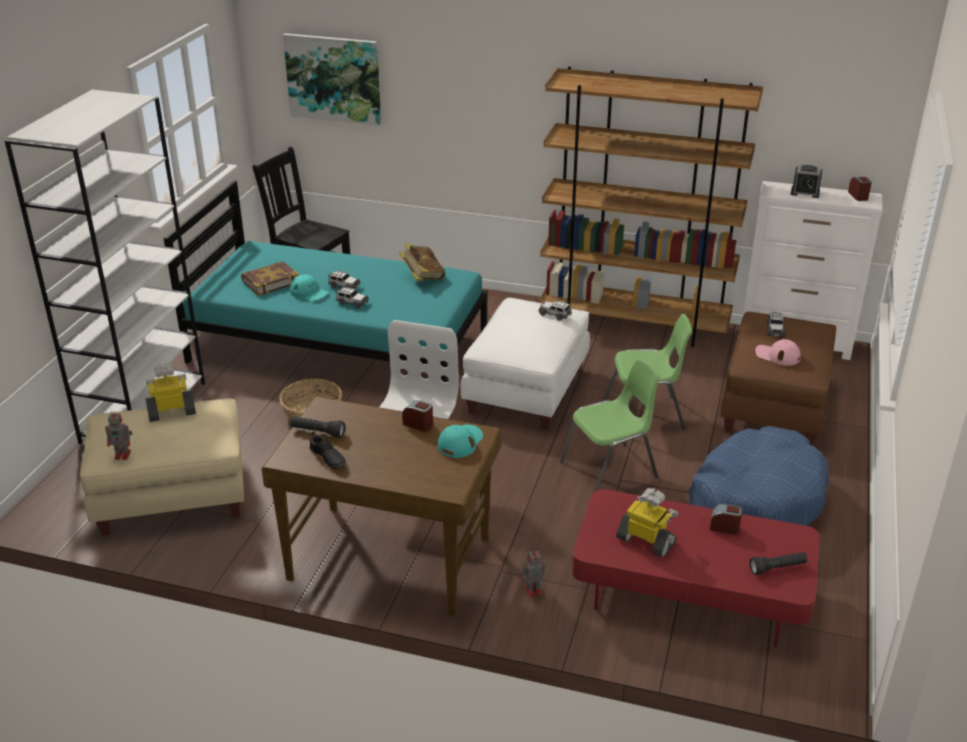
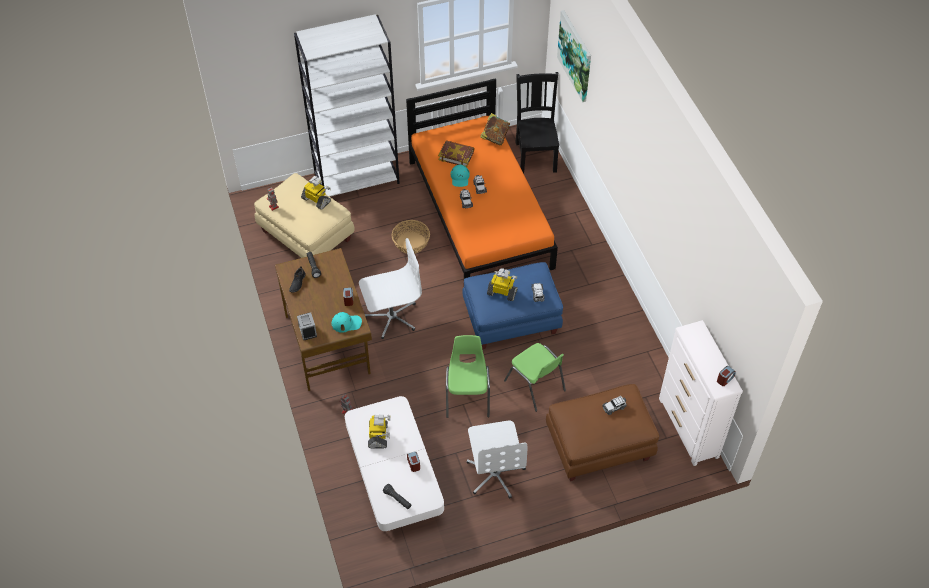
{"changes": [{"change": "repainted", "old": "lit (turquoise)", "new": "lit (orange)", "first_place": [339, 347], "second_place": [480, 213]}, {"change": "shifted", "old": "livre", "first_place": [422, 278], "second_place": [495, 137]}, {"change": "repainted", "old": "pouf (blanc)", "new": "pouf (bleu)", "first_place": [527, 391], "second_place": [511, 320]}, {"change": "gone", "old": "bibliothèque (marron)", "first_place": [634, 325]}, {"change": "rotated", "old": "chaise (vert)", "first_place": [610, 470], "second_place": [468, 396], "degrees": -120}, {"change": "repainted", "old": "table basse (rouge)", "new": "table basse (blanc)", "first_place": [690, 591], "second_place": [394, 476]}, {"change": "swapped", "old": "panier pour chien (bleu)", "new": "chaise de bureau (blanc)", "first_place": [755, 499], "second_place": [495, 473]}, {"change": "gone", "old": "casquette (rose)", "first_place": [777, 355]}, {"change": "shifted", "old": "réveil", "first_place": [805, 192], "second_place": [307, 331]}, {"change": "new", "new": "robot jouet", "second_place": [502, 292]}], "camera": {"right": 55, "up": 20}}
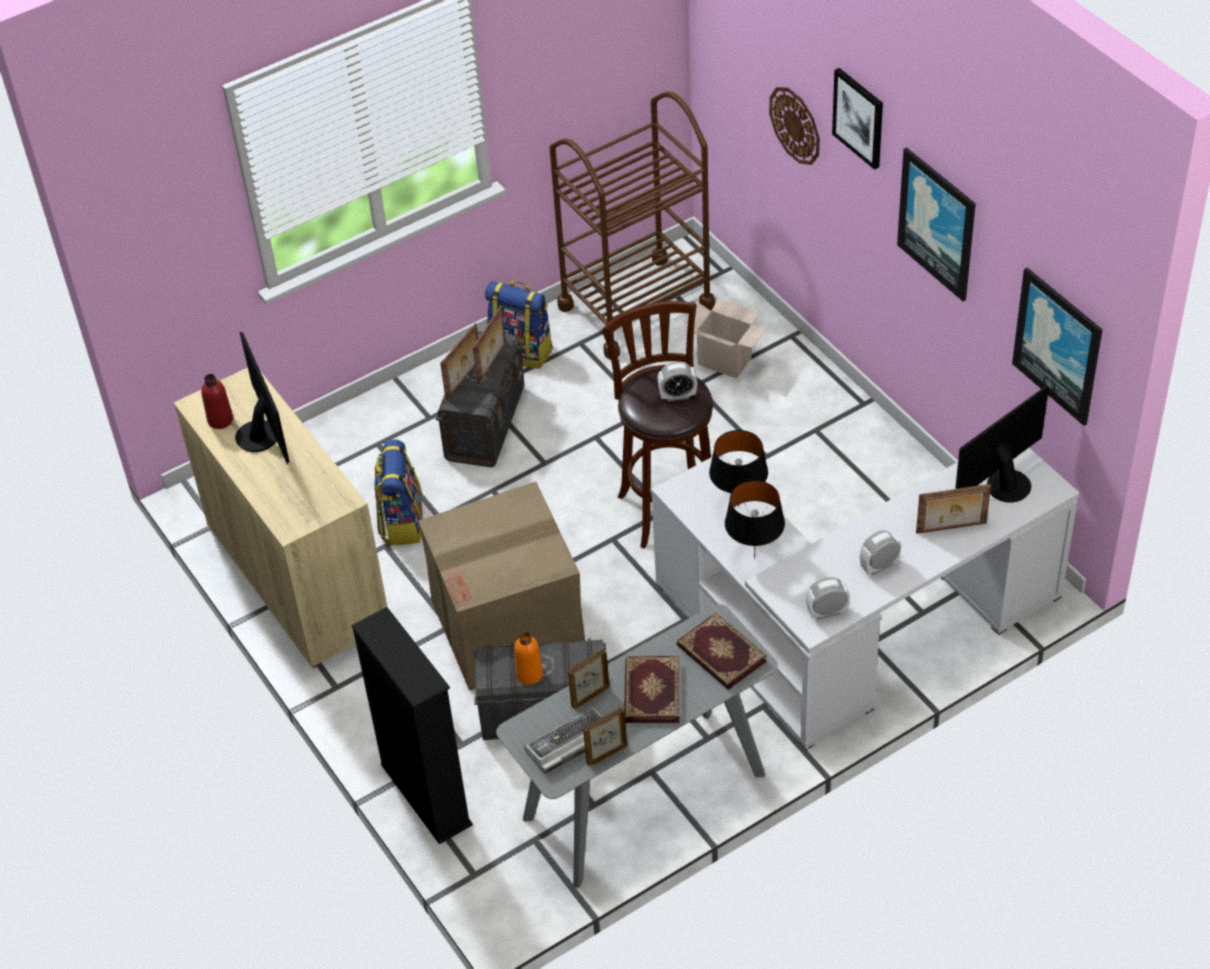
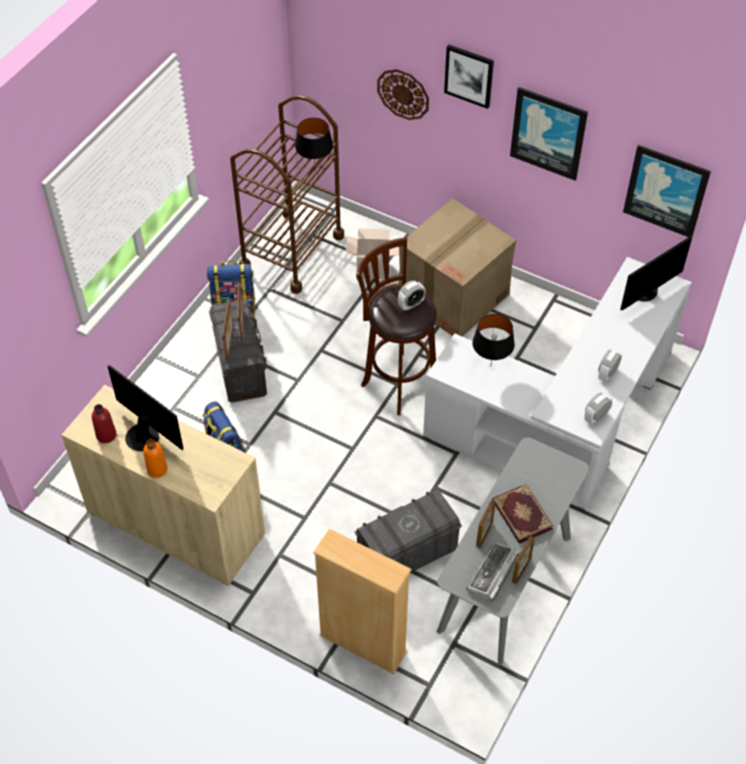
{"changes": [{"change": "repainted", "old": "bibliothèque (noir)", "new": "bibliothèque (beige)", "first_place": [426, 795], "second_place": [363, 643]}, {"change": "shifted", "old": "carton", "first_place": [509, 625], "second_place": [454, 296]}, {"change": "shifted", "old": "bouteille (orange)", "first_place": [529, 674], "second_place": [157, 469]}, {"change": "gone", "old": "livre", "first_place": [720, 654]}, {"change": "shifted", "old": "lampe de table (noir)", "first_place": [754, 557], "second_place": [315, 170]}, {"change": "gone", "old": "cadre photo", "first_place": [951, 529]}, {"change": "rotated", "old": "écran d'ordinateur", "first_place": [1004, 483], "second_place": [645, 292], "degrees": -150}], "camera": {"right": -30, "up": 5}}
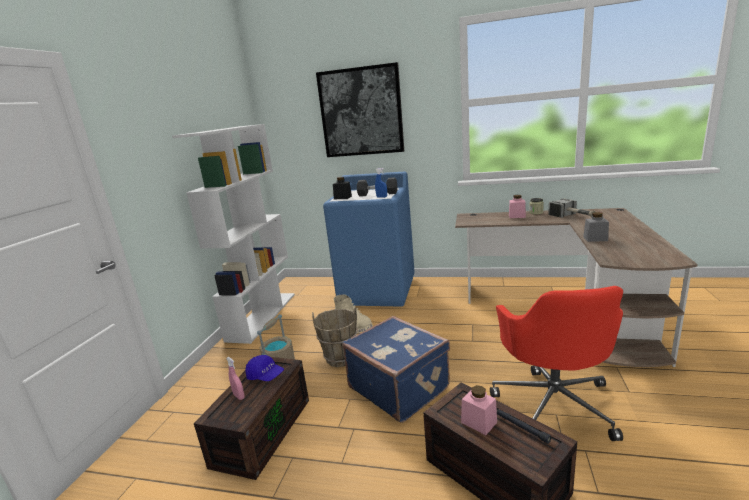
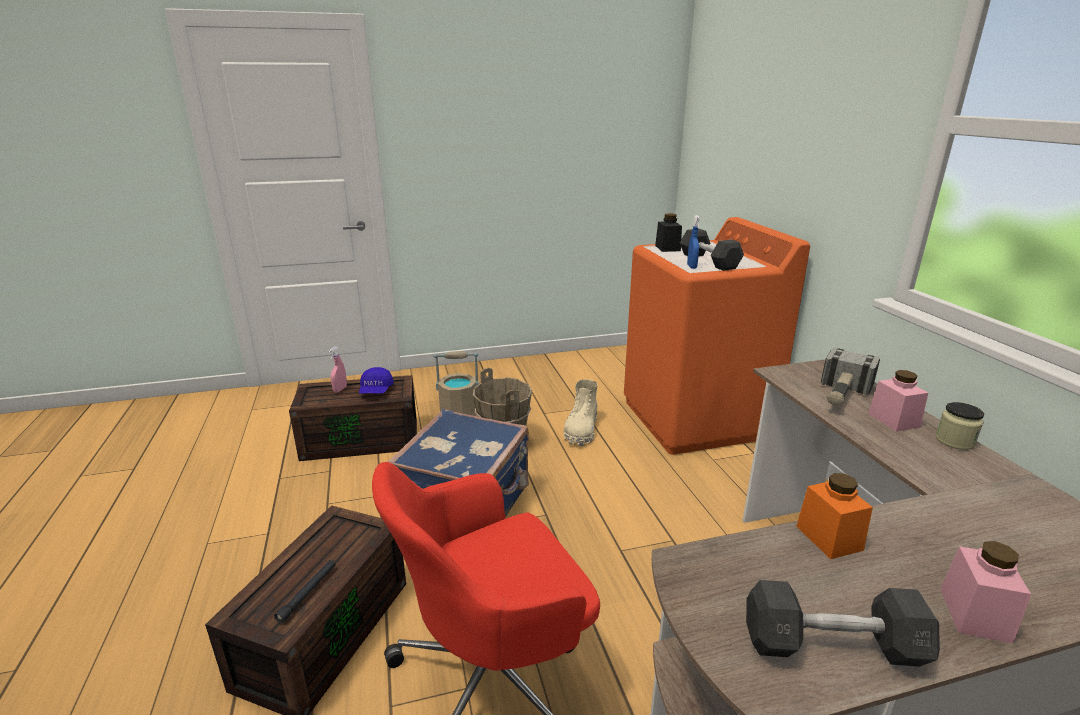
{"changes": [{"change": "gone", "old": "bibliothèque (blanc)", "first_place": [262, 316]}, {"change": "gone", "old": "tableau", "first_place": [361, 112]}, {"change": "repainted", "old": "lave-linge (bleu)", "new": "lave-linge (orange)", "first_place": [378, 291], "second_place": [695, 419]}, {"change": "shifted", "old": "bocal (rose)", "first_place": [479, 422], "second_place": [974, 615]}, {"change": "shifted", "old": "marteau", "first_place": [573, 217], "second_place": [841, 394]}, {"change": "repainted", "old": "bocal (gris)", "new": "bocal (orange)", "first_place": [595, 239], "second_place": [829, 538]}, {"change": "new", "new": "haltère (gris)", "second_place": [832, 645]}], "camera": {"right": 60, "up": 5}}
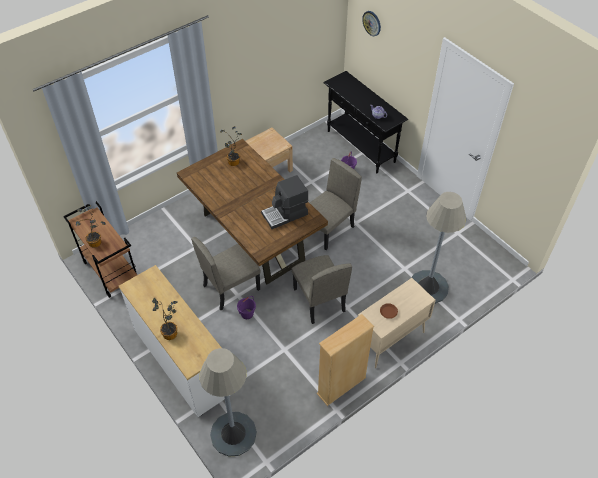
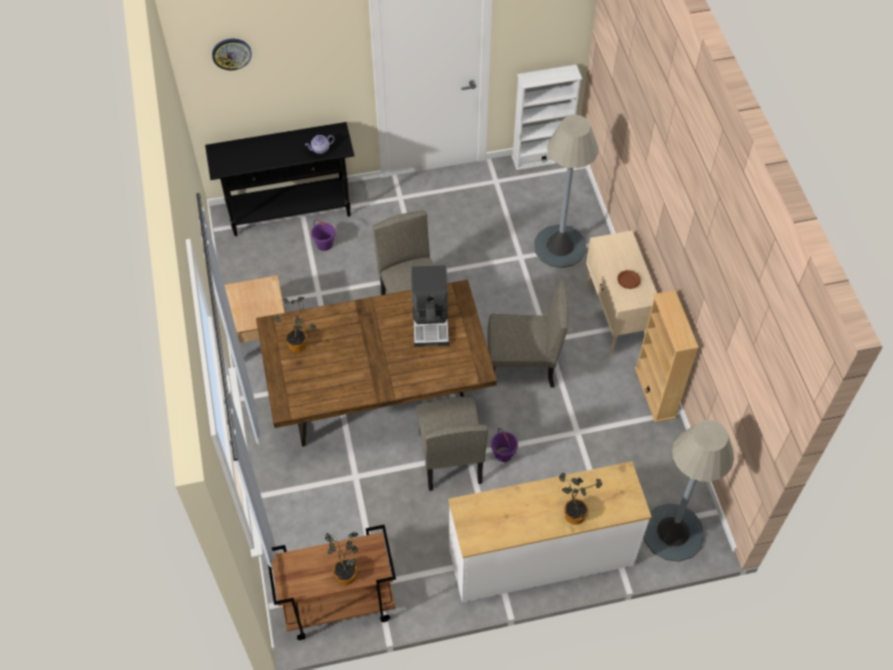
{"changes": [{"change": "new", "new": "bibliothèque (blanc)", "second_place": [541, 158]}], "camera": {"right": -65, "up": 5}}
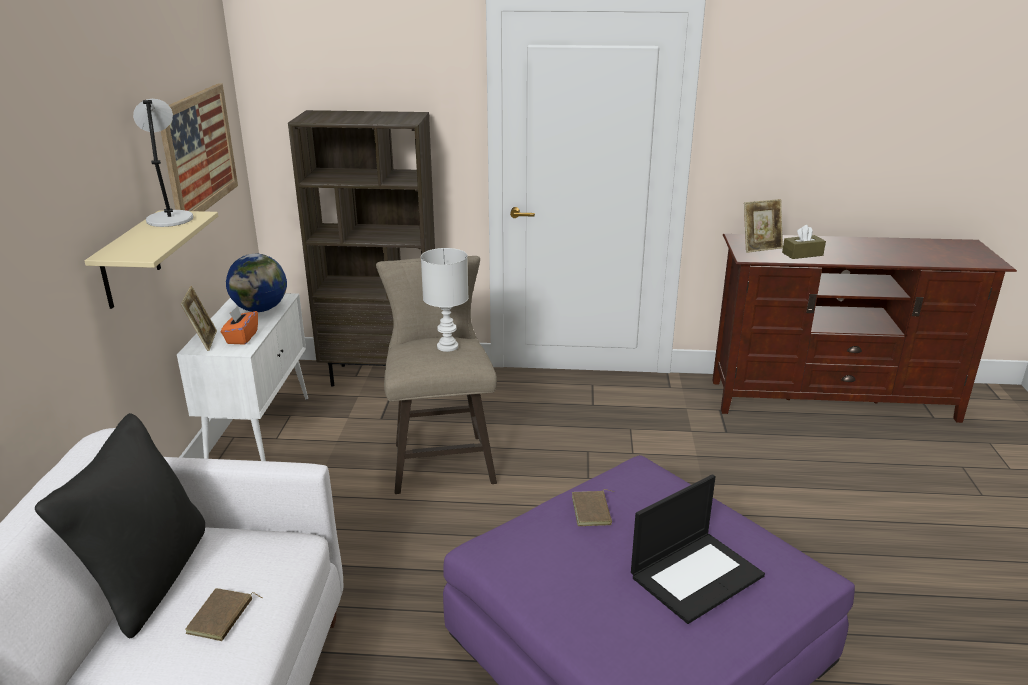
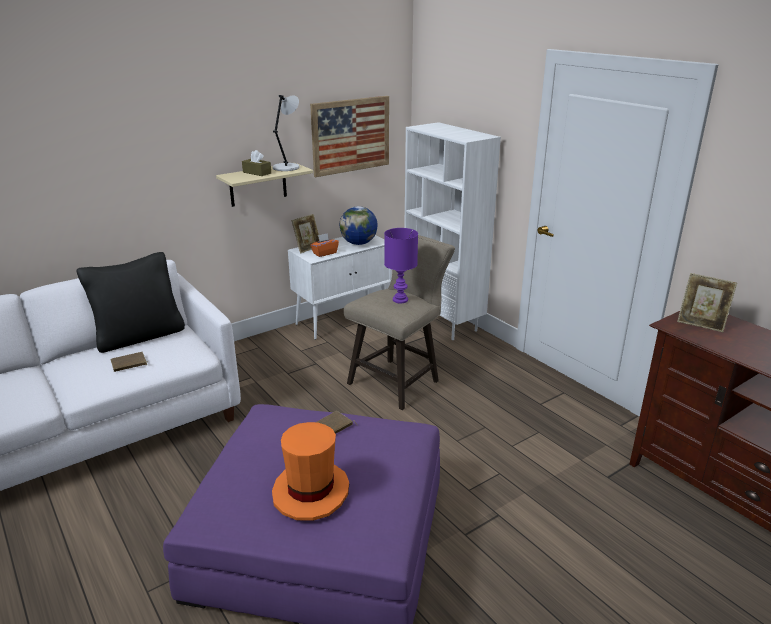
{"changes": [{"change": "repainted", "old": "bibliothèque (marron)", "new": "bibliothèque (blanc)", "first_place": [382, 376], "second_place": [444, 322]}, {"change": "repainted", "old": "lampe de table (blanc)", "new": "lampe de table (violet)", "first_place": [448, 347], "second_place": [400, 300]}, {"change": "swapped", "old": "ordinateur portable", "new": "chapeau (orange)", "first_place": [696, 575], "second_place": [311, 492]}, {"change": "shifted", "old": "boîte à mouchoirs (marron)", "first_place": [802, 254], "second_place": [257, 173]}], "camera": {"right": 50, "up": 0}}
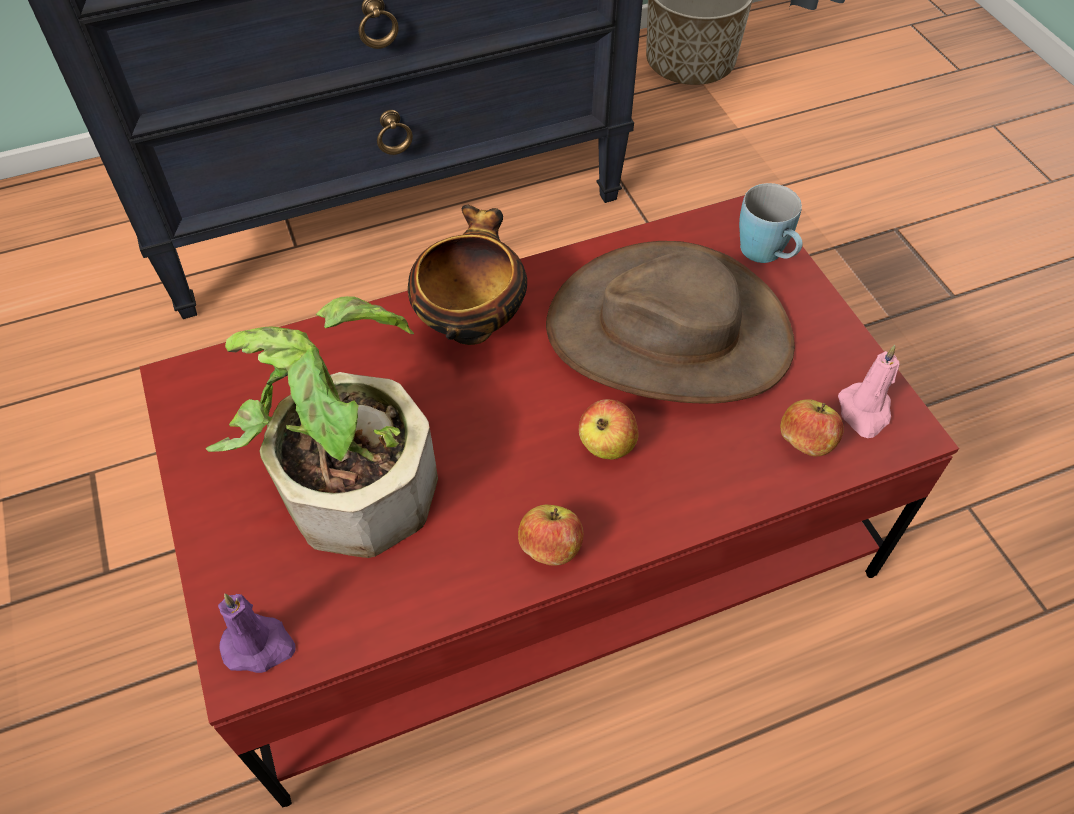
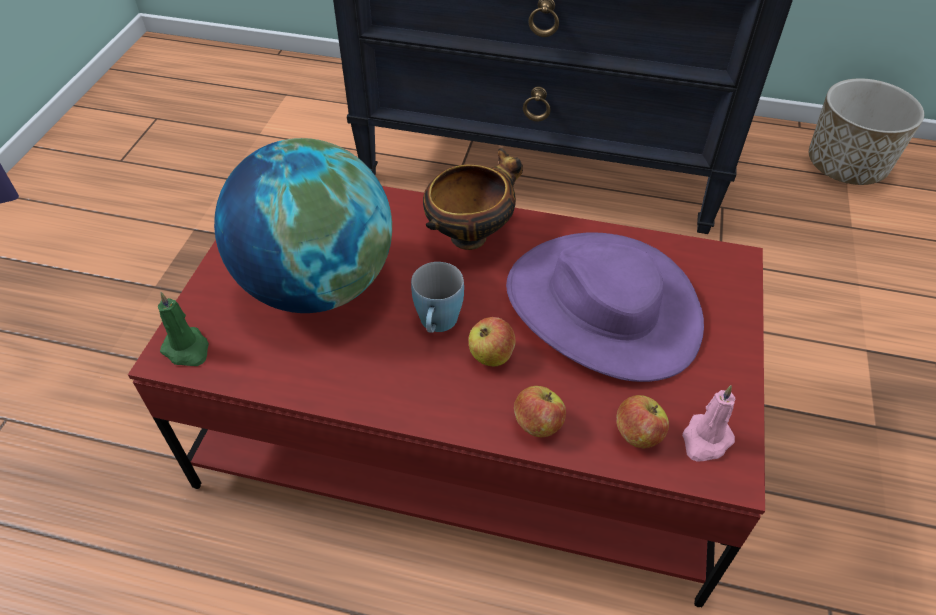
{"changes": [{"change": "swapped", "old": "plante en pot", "new": "globe", "first_place": [348, 475], "second_place": [317, 284]}, {"change": "repainted", "old": "bougie (violet)", "new": "bougie (vert)", "first_place": [259, 645], "second_place": [187, 349]}, {"change": "shifted", "old": "pomme", "first_place": [550, 548], "second_place": [537, 424]}, {"change": "repainted", "old": "chapeau (marron)", "new": "chapeau (violet)", "first_place": [669, 332], "second_place": [602, 307]}, {"change": "shifted", "old": "mug (bleu)", "first_place": [767, 255], "second_place": [437, 325]}], "camera": {"right": 35, "up": -5}}
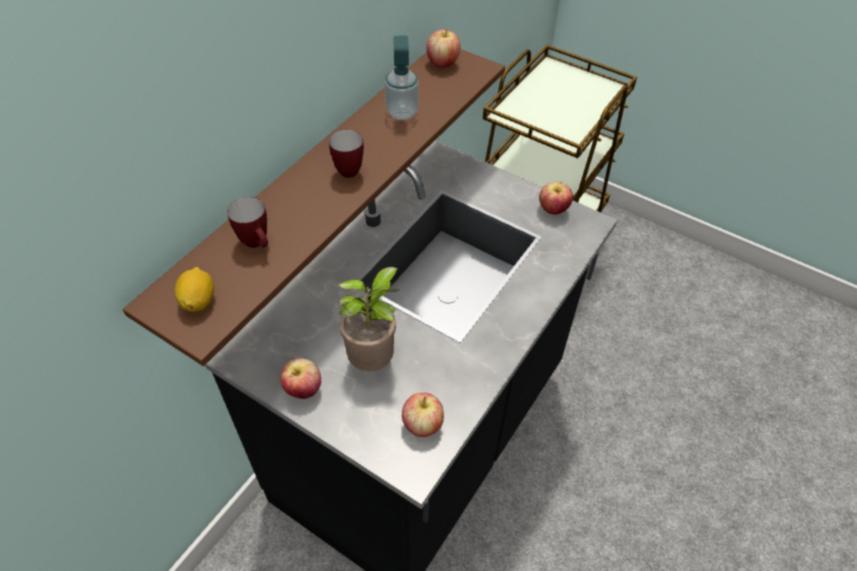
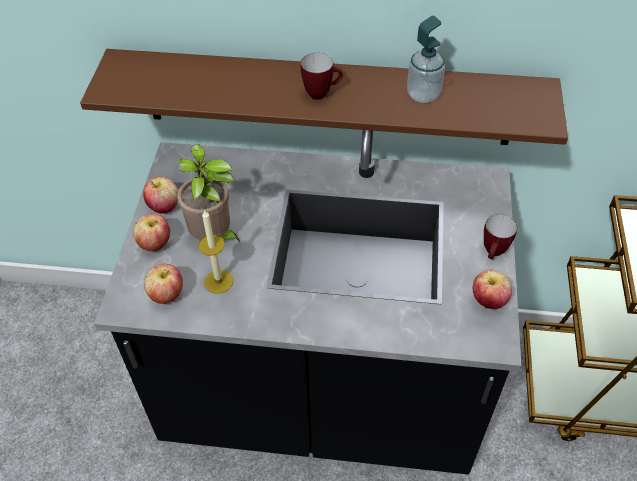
{"changes": [{"change": "gone", "old": "citron", "first_place": [199, 301]}, {"change": "shifted", "old": "mug", "first_place": [257, 244], "second_place": [493, 253]}, {"change": "shifted", "old": "pomme", "first_place": [442, 63], "second_place": [155, 244]}, {"change": "new", "new": "bougie", "second_place": [218, 281]}], "camera": {"right": 65, "up": 0}}
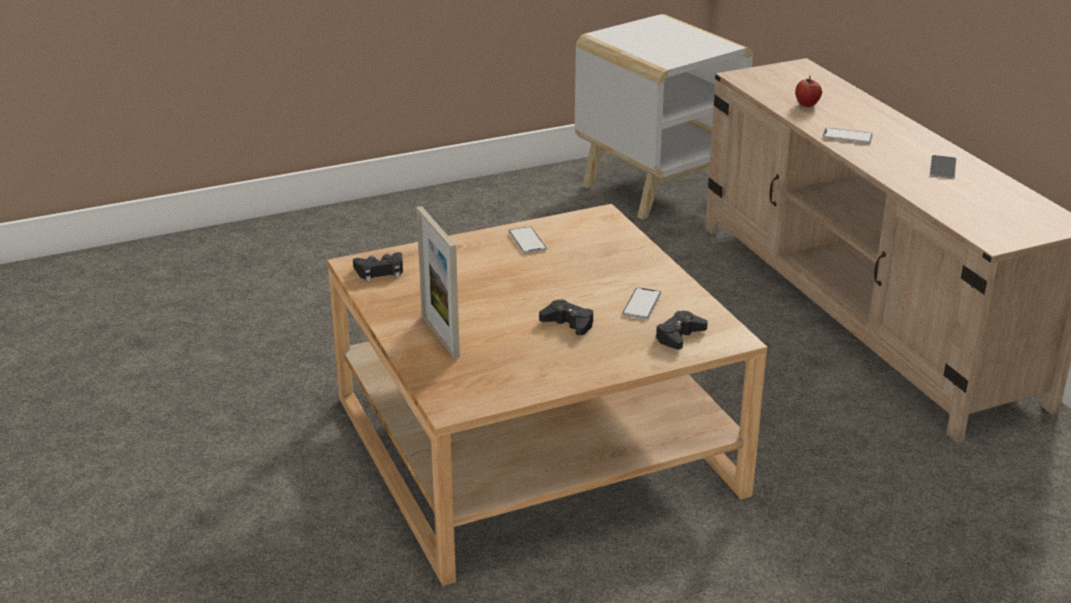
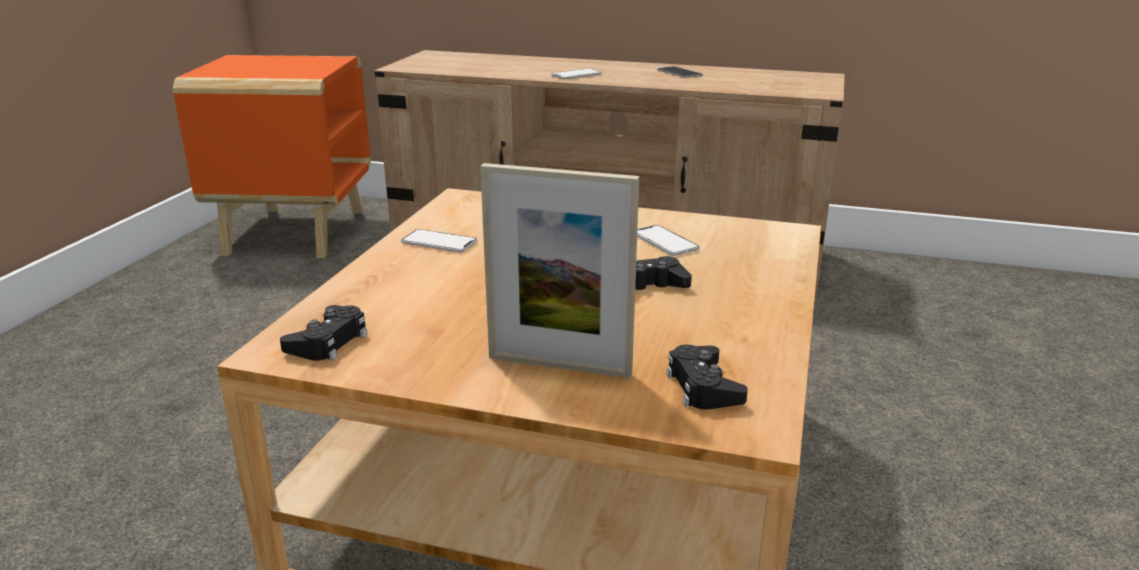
{"changes": [{"change": "repainted", "old": "table d'appoint (blanc)", "new": "table d'appoint (orange)", "first_place": [658, 186], "second_place": [296, 230]}, {"change": "shifted", "old": "manette (noir)", "first_place": [679, 336], "second_place": [703, 387]}, {"change": "gone", "old": "pomme", "first_place": [807, 104]}], "camera": {"right": -50, "up": -5}}
